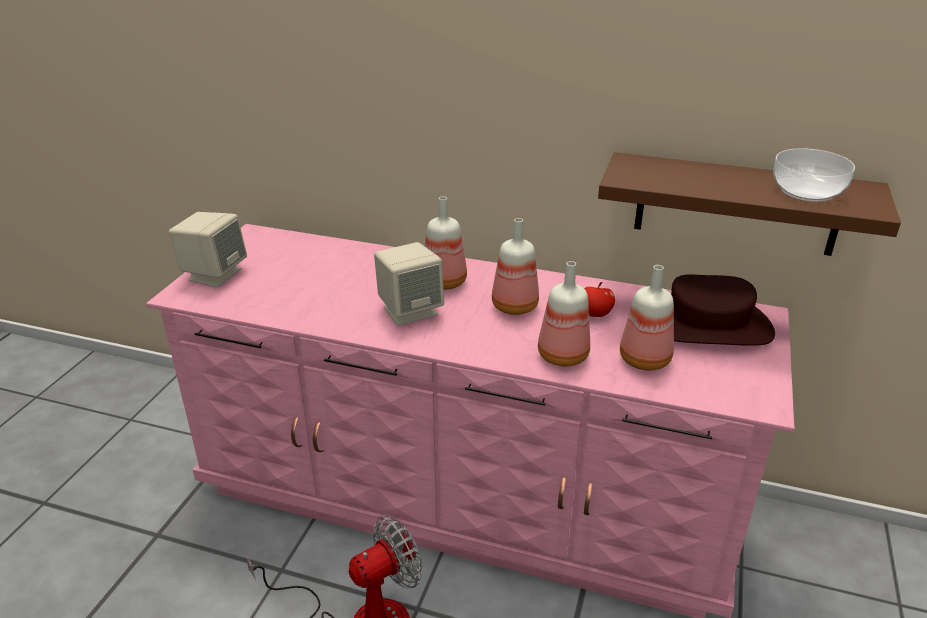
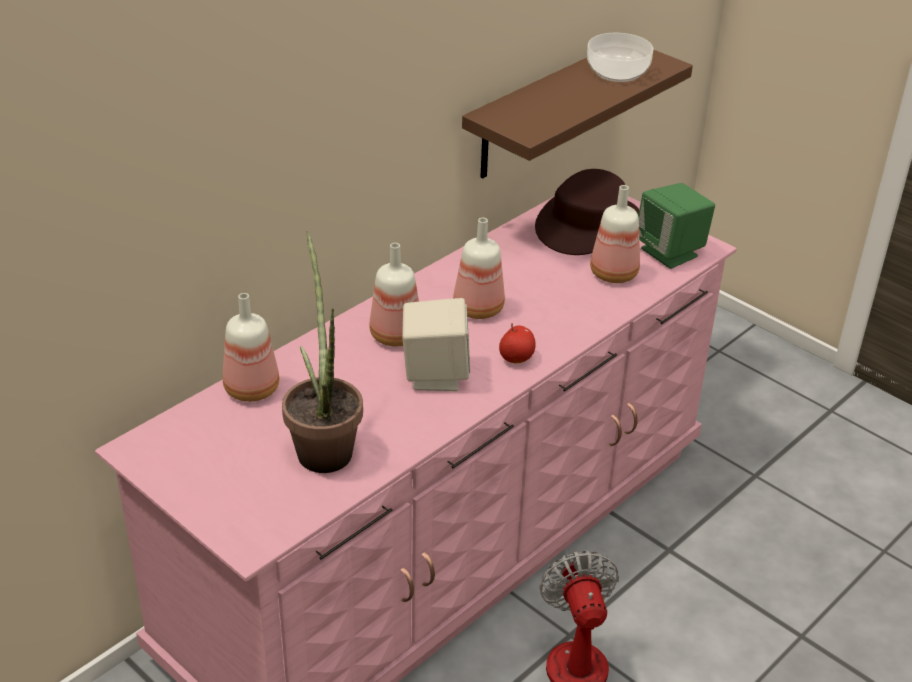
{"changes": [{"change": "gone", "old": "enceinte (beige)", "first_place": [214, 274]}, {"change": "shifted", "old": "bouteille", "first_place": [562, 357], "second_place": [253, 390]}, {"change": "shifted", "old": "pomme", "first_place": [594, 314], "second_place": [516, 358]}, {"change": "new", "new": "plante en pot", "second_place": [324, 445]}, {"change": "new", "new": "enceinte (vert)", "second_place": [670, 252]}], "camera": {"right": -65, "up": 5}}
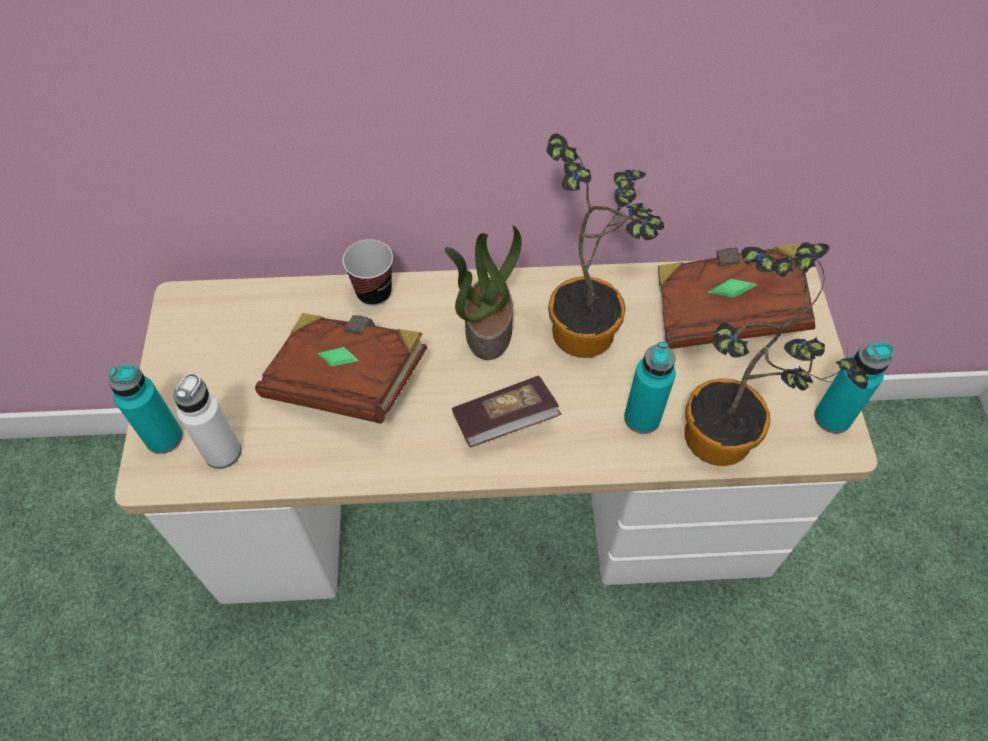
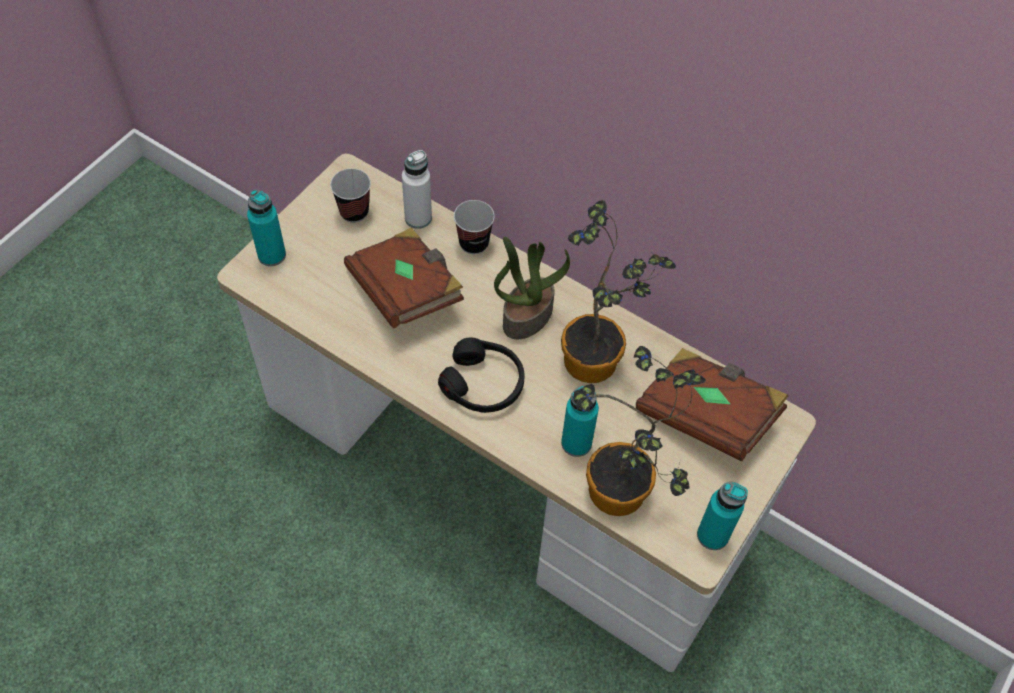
{"changes": [{"change": "shifted", "old": "bouteille (blanc)", "first_place": [222, 452], "second_place": [418, 218]}, {"change": "swapped", "old": "livre", "new": "casque audio (noir)", "first_place": [505, 421], "second_place": [483, 383]}, {"change": "new", "new": "tasse", "second_place": [354, 212]}], "camera": {"right": 35, "up": 0}}
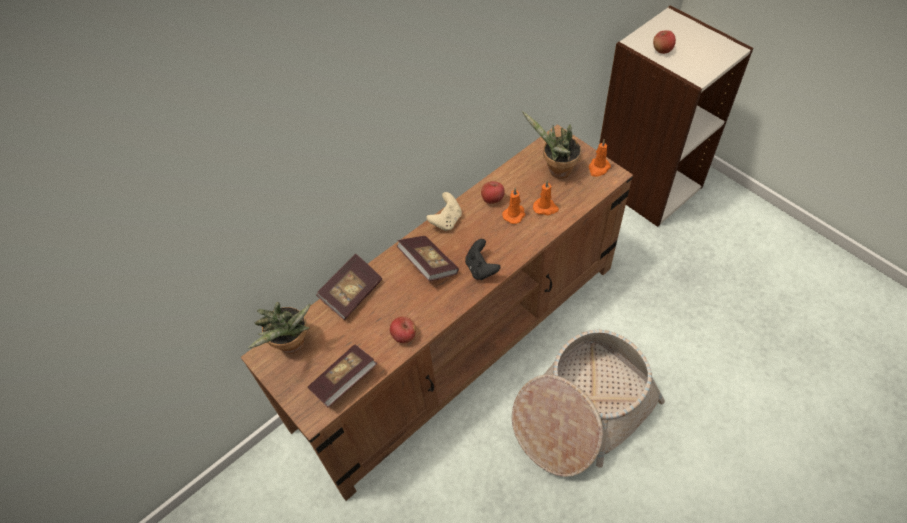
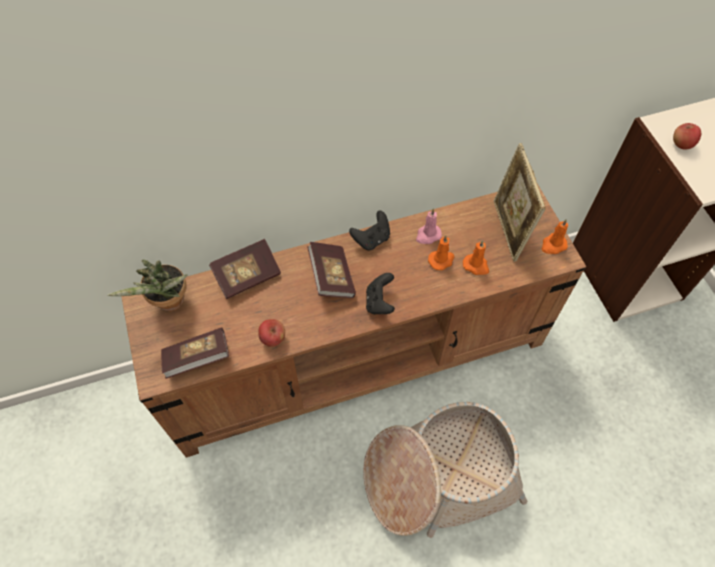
{"changes": [{"change": "repainted", "old": "manette (beige)", "new": "manette (noir)", "first_place": [446, 221], "second_place": [371, 239]}, {"change": "swapped", "old": "pomme", "new": "bougie (rose)", "first_place": [492, 199], "second_place": [428, 235]}, {"change": "swapped", "old": "plante en pot", "new": "cadre photo", "first_place": [556, 171], "second_place": [508, 231]}], "camera": {"right": 20, "up": 5}}
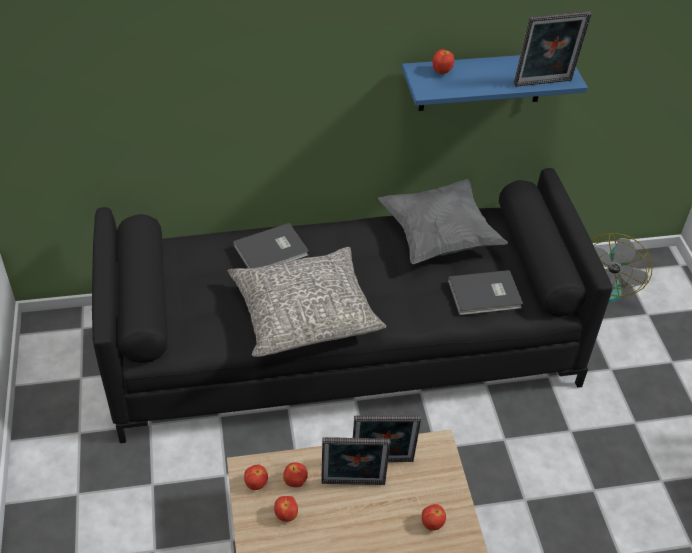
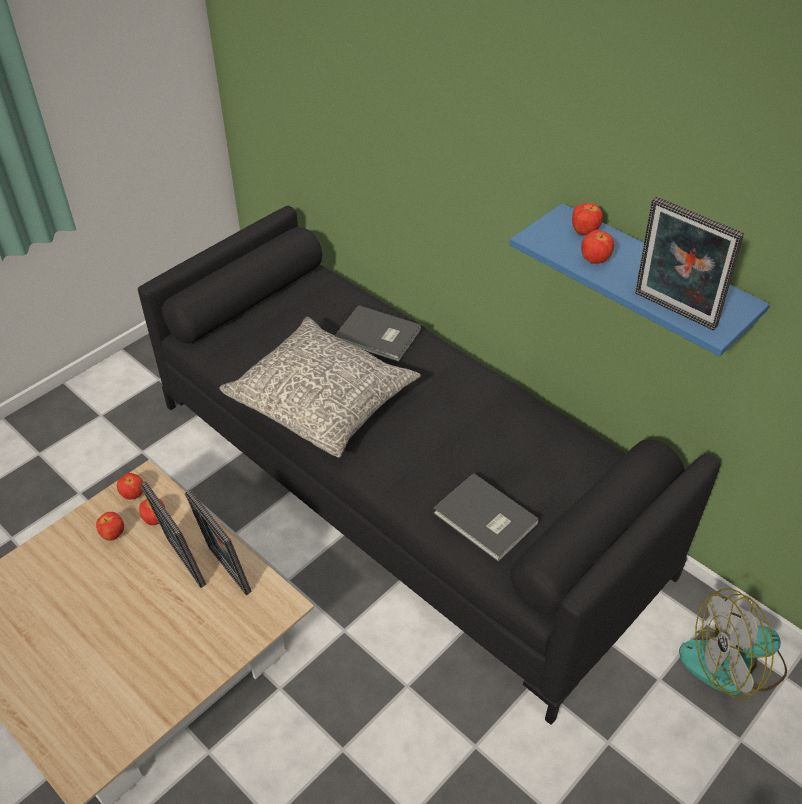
{"changes": [{"change": "gone", "old": "coussin (gris)", "first_place": [439, 237]}, {"change": "shifted", "old": "pomme", "first_place": [432, 524], "second_place": [595, 261]}], "camera": {"right": 55, "up": 0}}
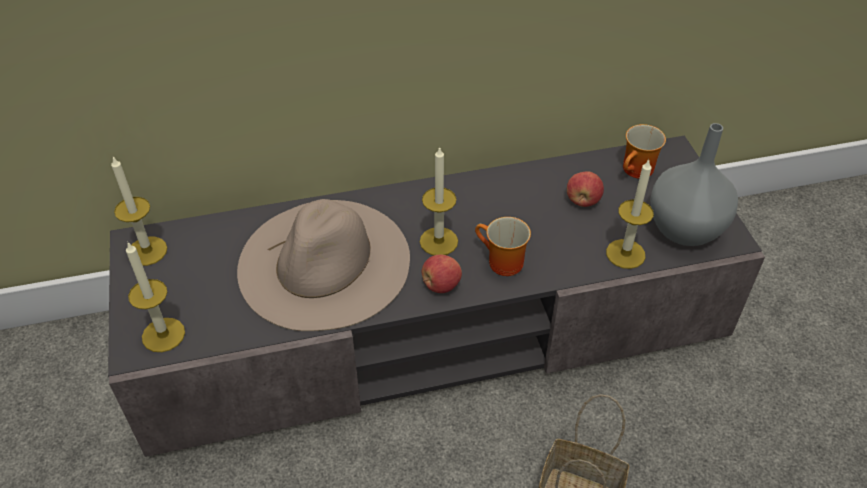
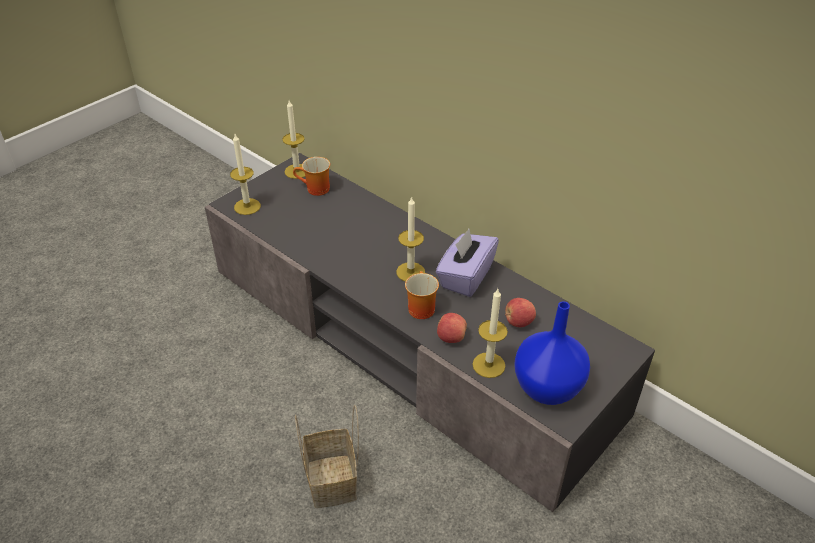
{"changes": [{"change": "gone", "old": "chapeau (beige)", "first_place": [324, 263]}, {"change": "shifted", "old": "pomme", "first_place": [440, 285], "second_place": [451, 337]}, {"change": "shifted", "old": "mug", "first_place": [638, 171], "second_place": [315, 190]}, {"change": "repainted", "old": "vase (gris)", "new": "vase (bleu)", "first_place": [683, 228], "second_place": [547, 387]}, {"change": "new", "new": "boîte à mouchoirs (violet)", "second_place": [465, 277]}], "camera": {"right": 55, "up": -5}}
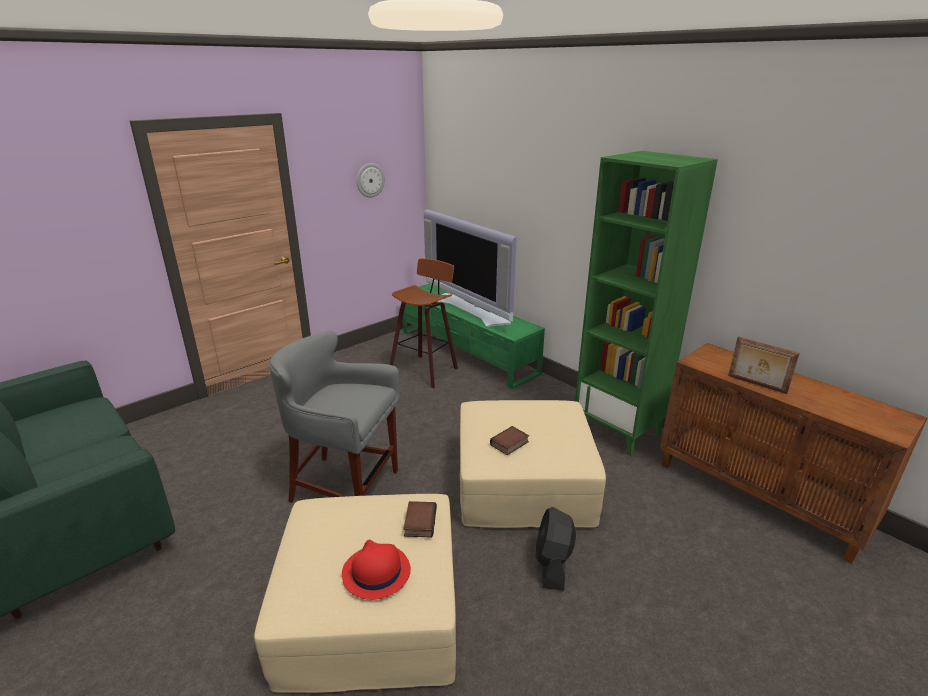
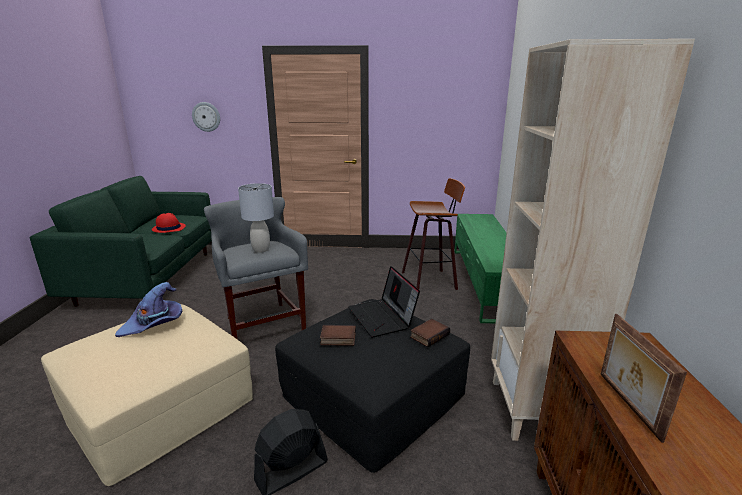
{"changes": [{"change": "shifted", "old": "chapeau (rouge)", "first_place": [376, 572], "second_place": [168, 228]}, {"change": "shifted", "old": "horloge murale", "first_place": [370, 180], "second_place": [206, 116]}, {"change": "shifted", "old": "livre", "first_place": [419, 522], "second_place": [429, 335]}, {"change": "gone", "old": "téléviseur", "first_place": [472, 309]}, {"change": "repainted", "old": "pouf (beige)", "new": "pouf (noir)", "first_place": [523, 482], "second_place": [373, 395]}, {"change": "repainted", "old": "bibliothèque (vert)", "new": "bibliothèque (beige)", "first_place": [618, 430], "second_place": [536, 410]}, {"change": "new", "new": "chapeau (violet)", "second_place": [154, 324]}, {"change": "new", "new": "lampe de table (gris)", "second_place": [261, 249]}, {"change": "new", "new": "ordinateur portable", "second_place": [383, 318]}], "camera": {"right": 45, "up": -5}}
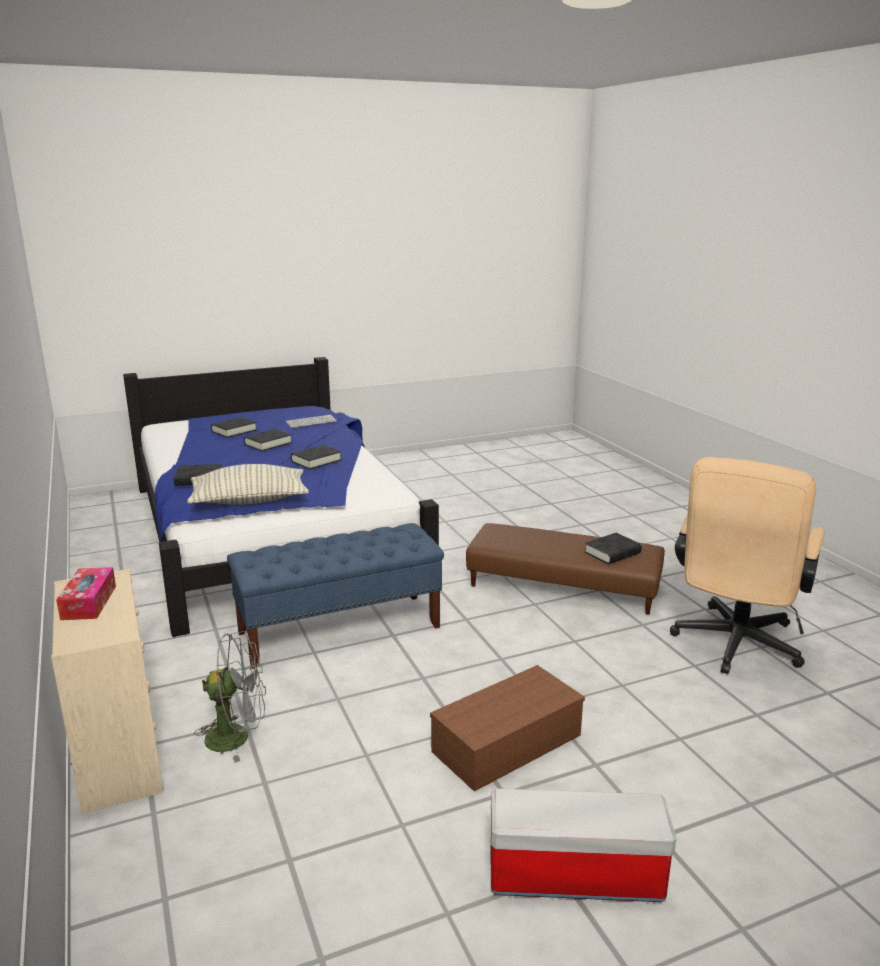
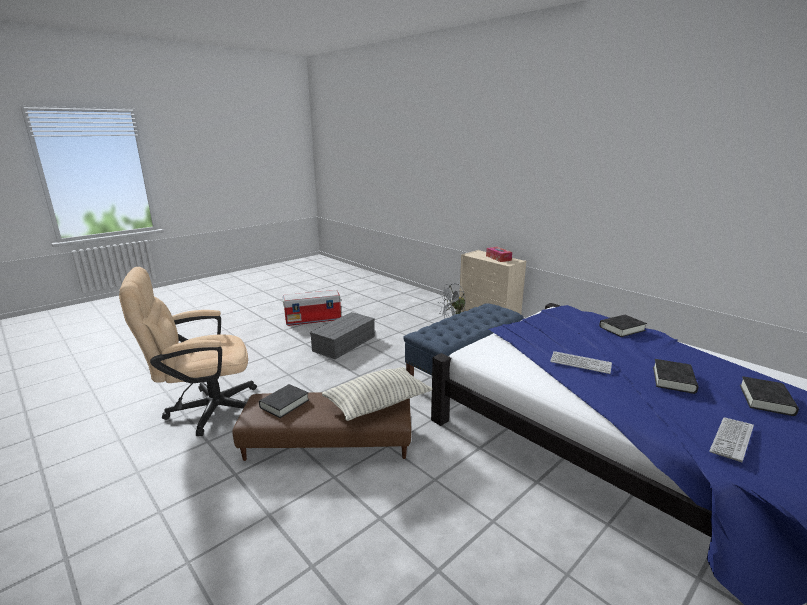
{"changes": [{"change": "shifted", "old": "coussin", "first_place": [250, 501], "second_place": [378, 404]}, {"change": "swapped", "old": "livre (noir)", "new": "clavier", "first_place": [316, 461], "second_place": [580, 363]}, {"change": "repainted", "old": "boîte de rangement (marron)", "new": "boîte de rangement (gris)", "first_place": [507, 741], "second_place": [344, 344]}, {"change": "rotated", "old": "chaise de bureau (beige)", "first_place": [734, 647], "second_place": [205, 410], "degrees": -120}], "camera": {"right": 160, "up": 0}}
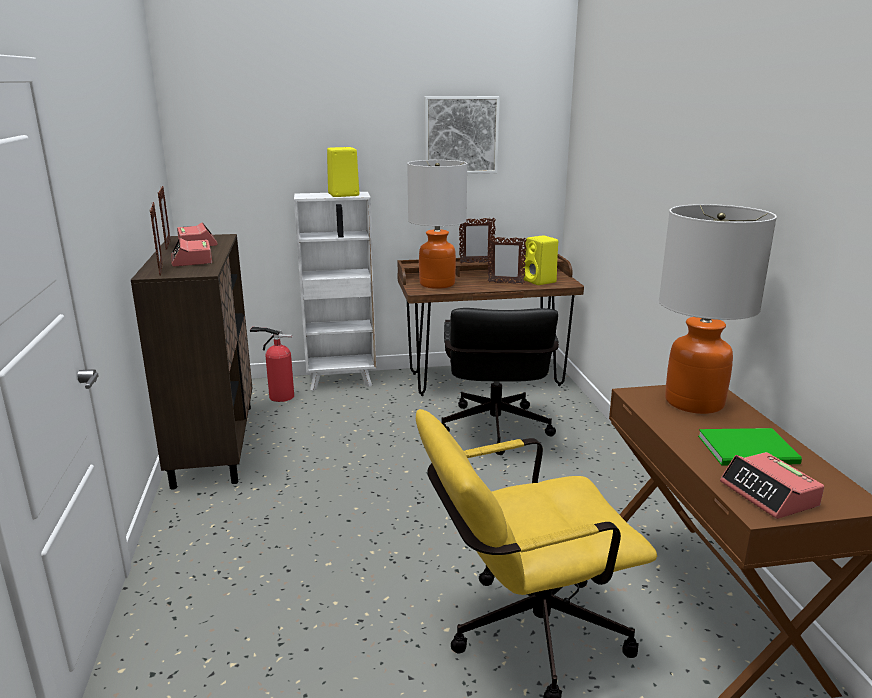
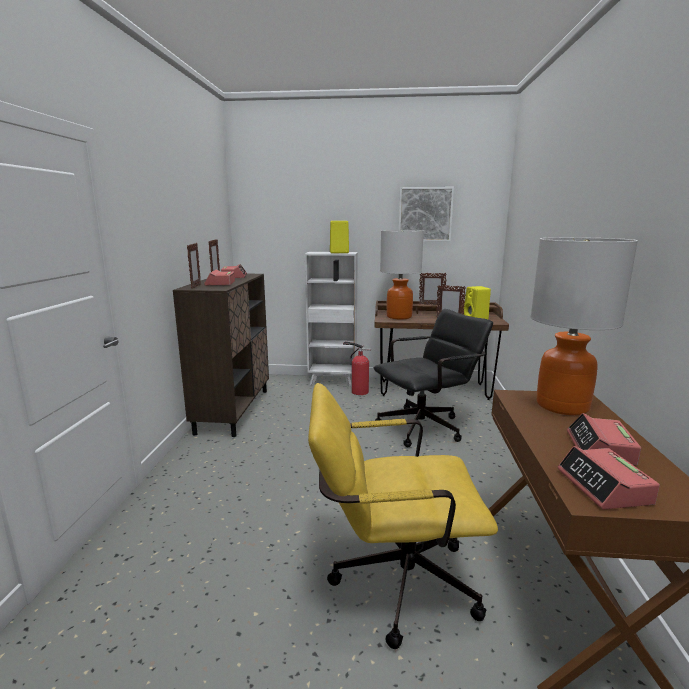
{"changes": [{"change": "shifted", "old": "extincteur", "first_place": [279, 396], "second_place": [358, 391]}, {"change": "rotated", "old": "chaise de bureau (noir)", "first_place": [495, 433], "second_place": [427, 426], "degrees": -135}, {"change": "swapped", "old": "livre (vert)", "new": "réveil", "first_place": [750, 451], "second_place": [600, 448]}], "camera": {"right": 15, "up": -5}}
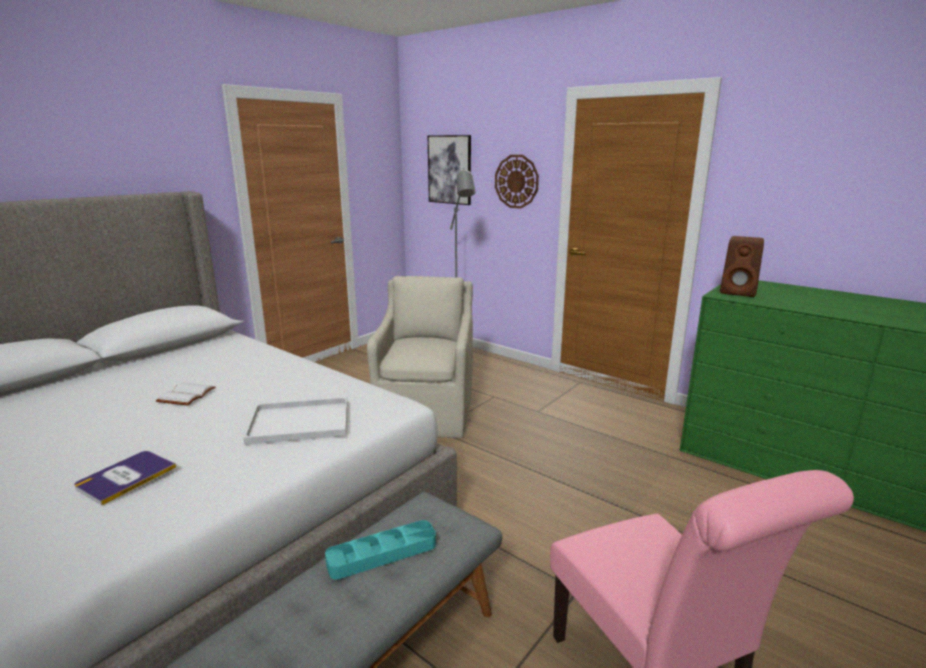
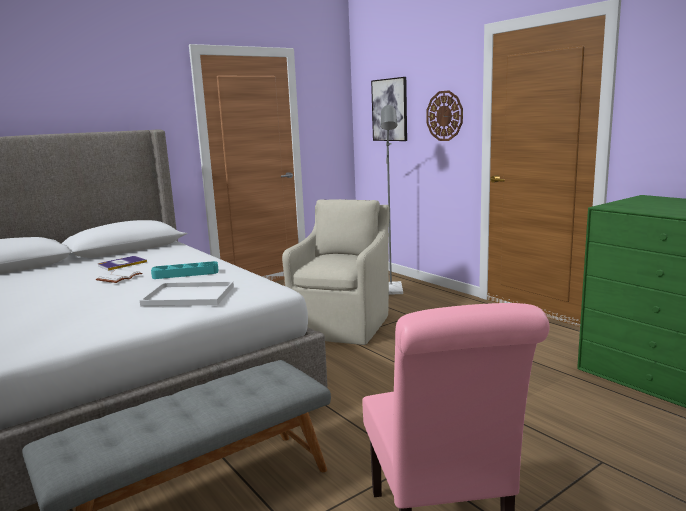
{"changes": [{"change": "shifted", "old": "livre", "first_place": [126, 477], "second_place": [122, 264]}, {"change": "shifted", "old": "plateau (turquoise)", "first_place": [382, 554], "second_place": [185, 274]}, {"change": "gone", "old": "enceinte (marron)", "first_place": [739, 292]}], "camera": {"right": 15, "up": -5}}
